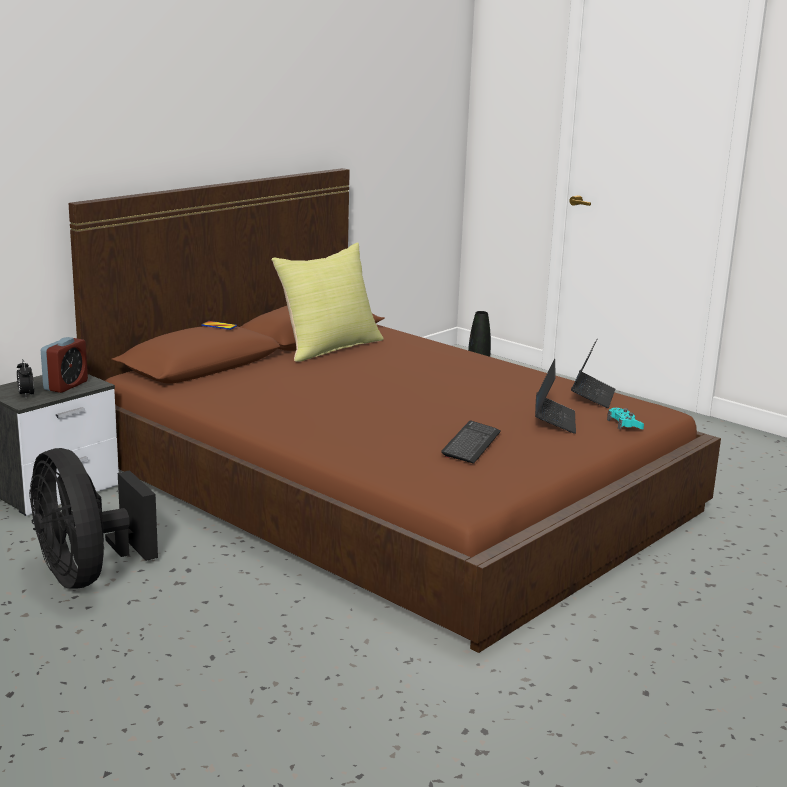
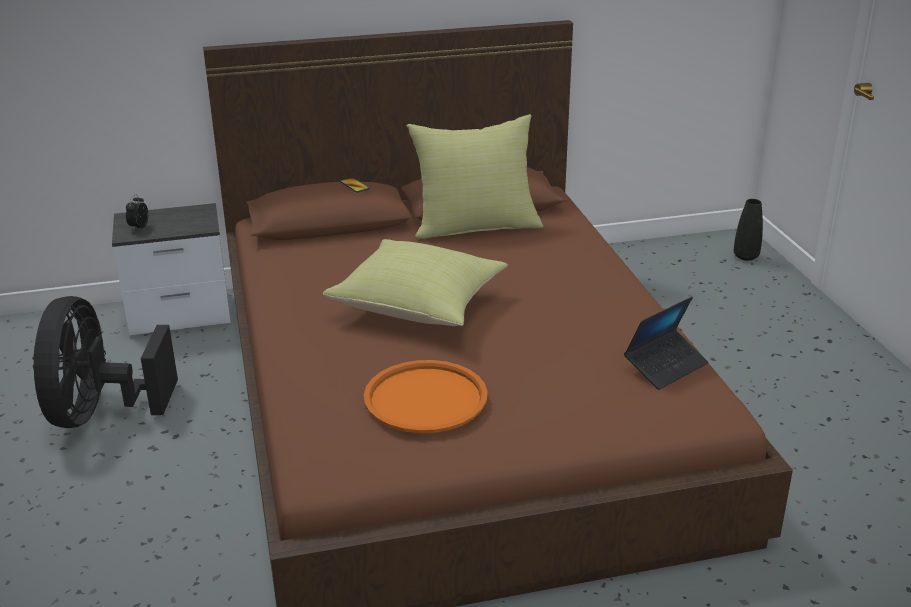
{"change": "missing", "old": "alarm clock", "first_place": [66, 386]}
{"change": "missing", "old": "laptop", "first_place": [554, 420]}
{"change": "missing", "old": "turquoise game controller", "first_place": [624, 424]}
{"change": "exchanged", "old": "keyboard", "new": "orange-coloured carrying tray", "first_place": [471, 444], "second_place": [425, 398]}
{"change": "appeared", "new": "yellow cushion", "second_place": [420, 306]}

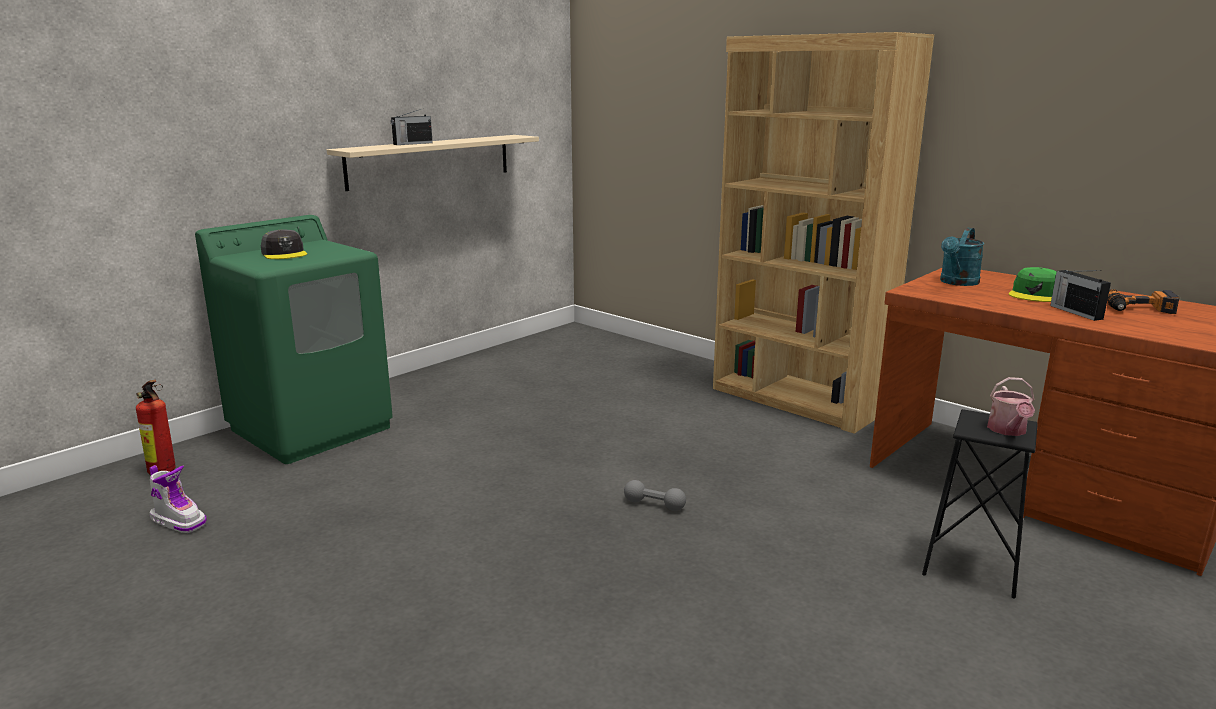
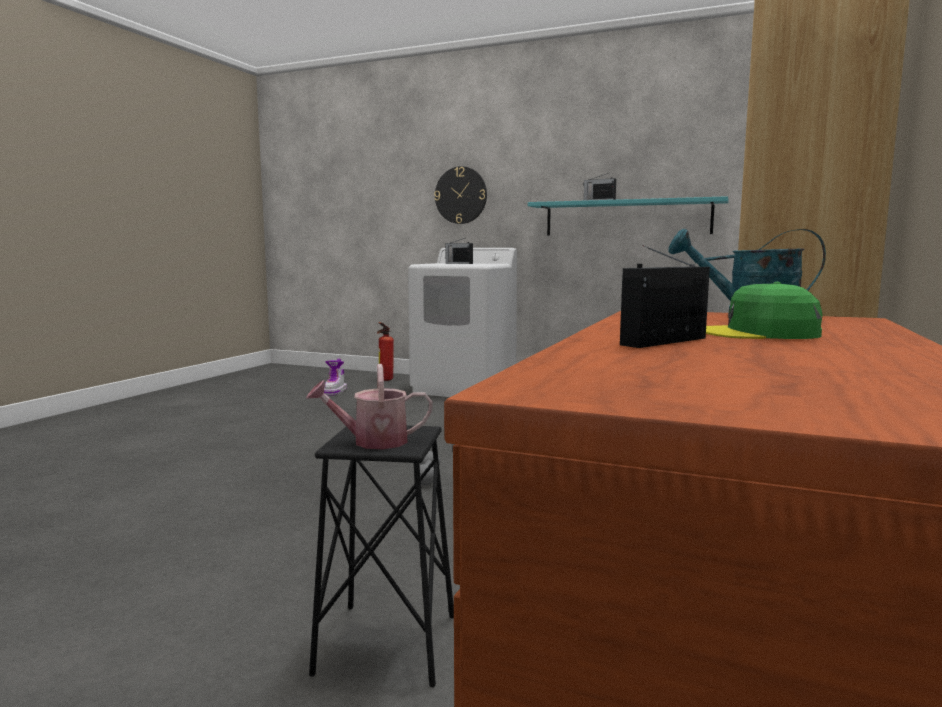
{"change": "colour", "old": "beige-coloured wall shelf", "new": "turquoise wall shelf", "first_place": [430, 161], "second_place": [626, 218]}
{"change": "colour", "old": "green-coloured washing machine", "new": "white washing machine", "first_place": [312, 428], "second_place": [465, 388]}
{"change": "exchanged", "old": "grey baseball cap", "new": "radio set", "first_place": [284, 254], "second_place": [458, 263]}
{"change": "missing", "old": "power drill", "first_place": [1140, 309]}
{"change": "appeared", "new": "wall clock", "second_place": [461, 195]}

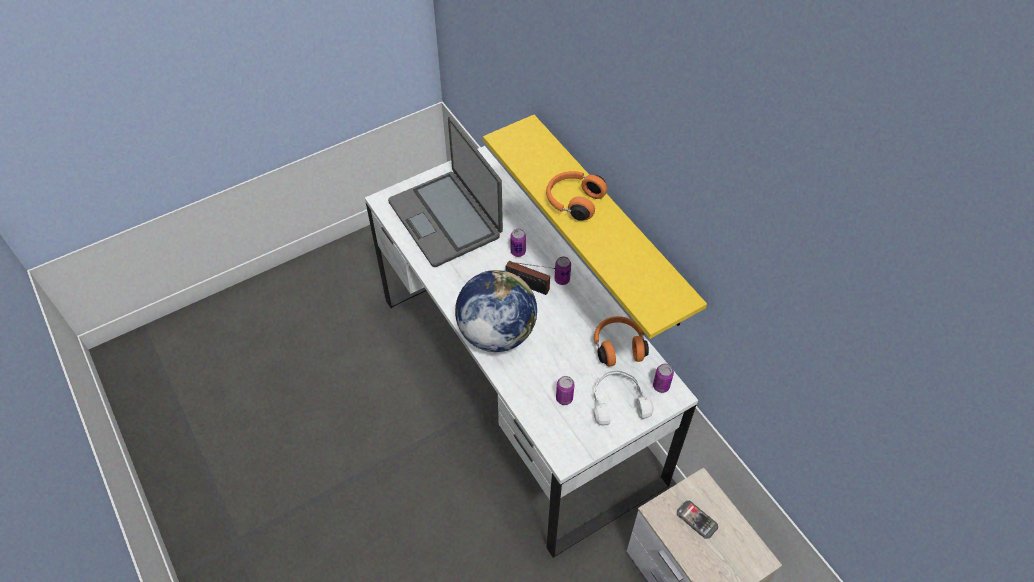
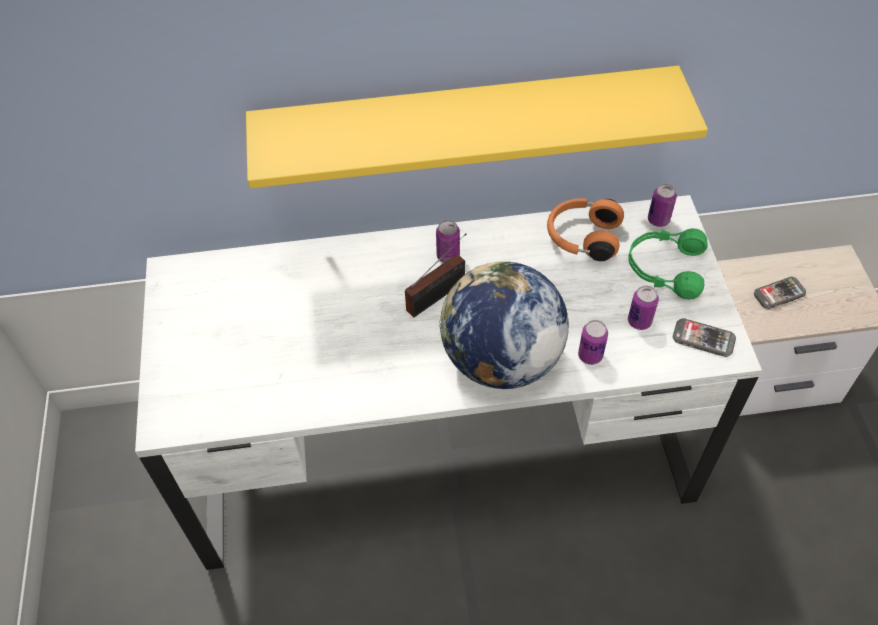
{"change": "missing", "old": "laptop", "first_place": [446, 219]}
{"change": "missing", "old": "orange-coloured headphones", "first_place": [573, 201]}
{"change": "relocated", "old": "metal can", "first_place": [518, 252], "second_place": [590, 355]}
{"change": "colour", "old": "white headphones", "new": "green-coloured headphones", "first_place": [618, 401], "second_place": [664, 268]}
{"change": "appeared", "new": "phone", "second_place": [703, 339]}

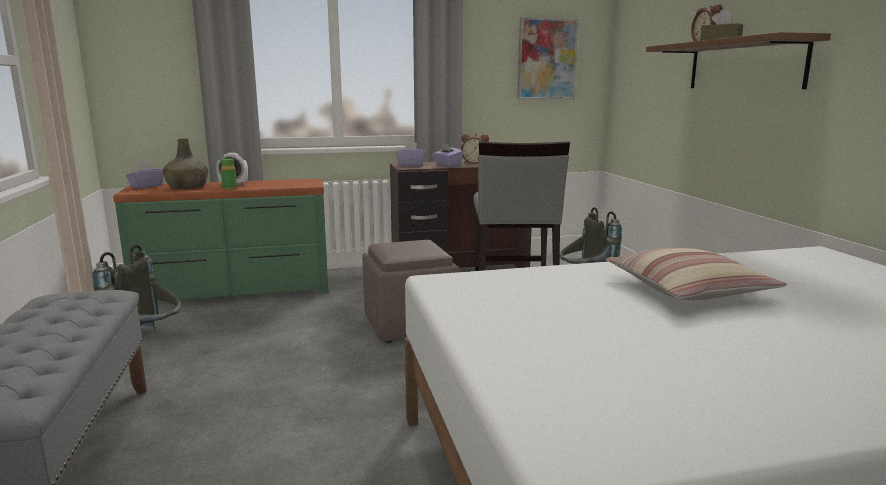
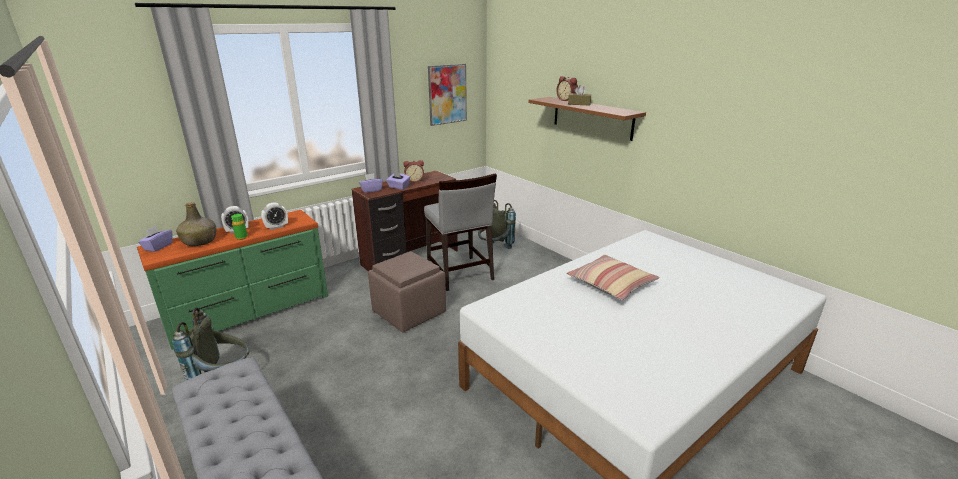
{"change": "appeared", "new": "alarm clock", "second_place": [276, 227]}

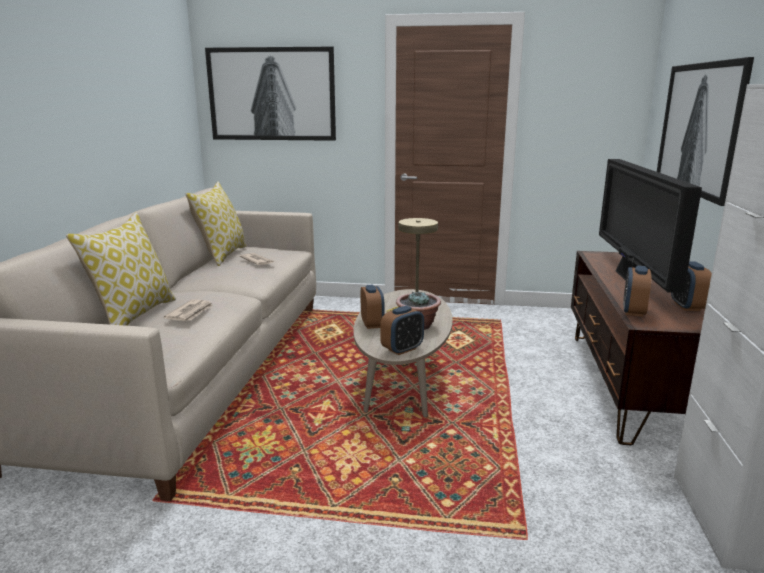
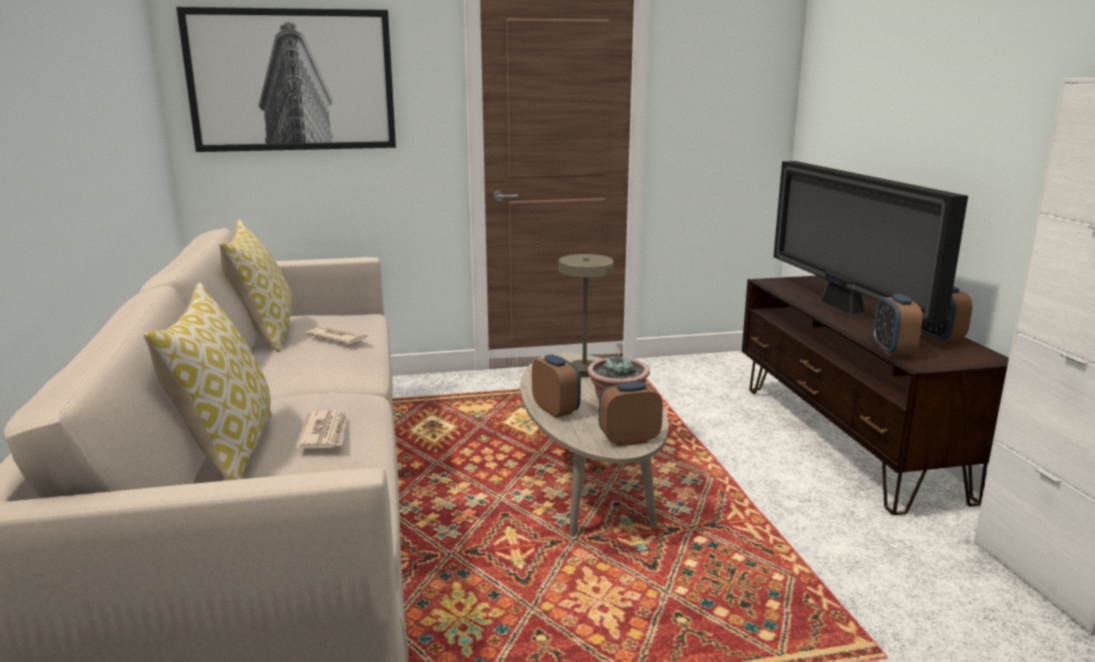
{"change": "missing", "old": "wall picture", "first_place": [700, 128]}
{"change": "spun", "old": "alarm clock", "first_place": [402, 349], "second_place": [629, 440], "degrees": -135}

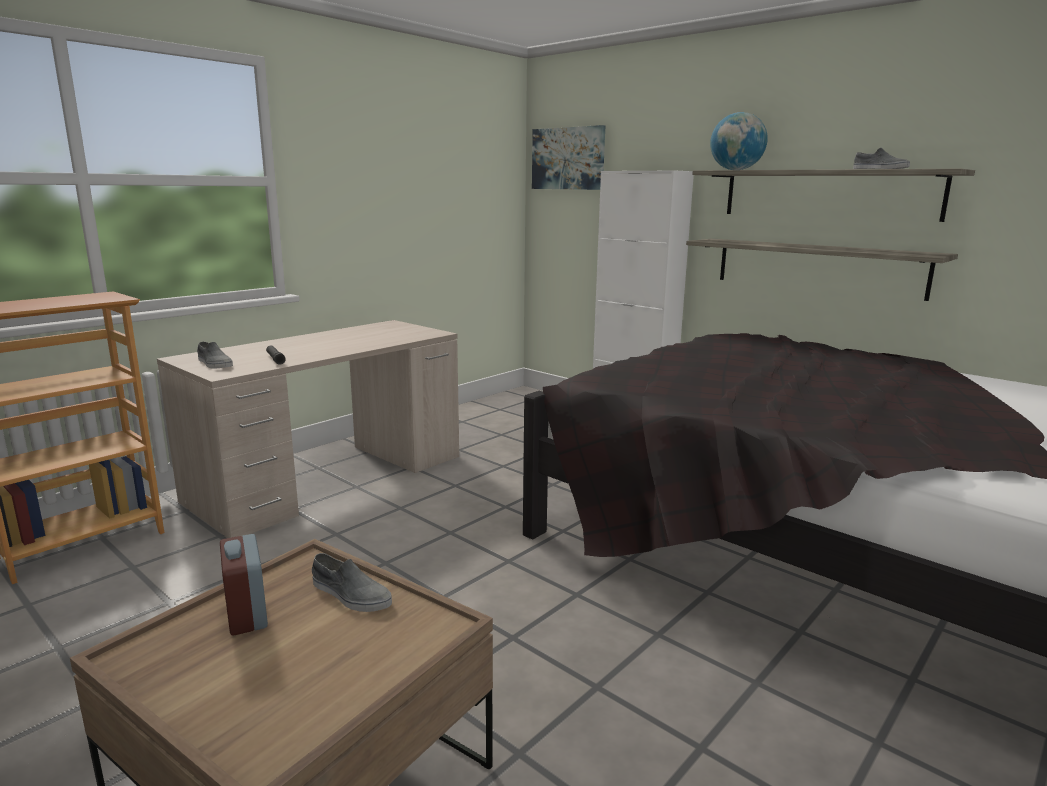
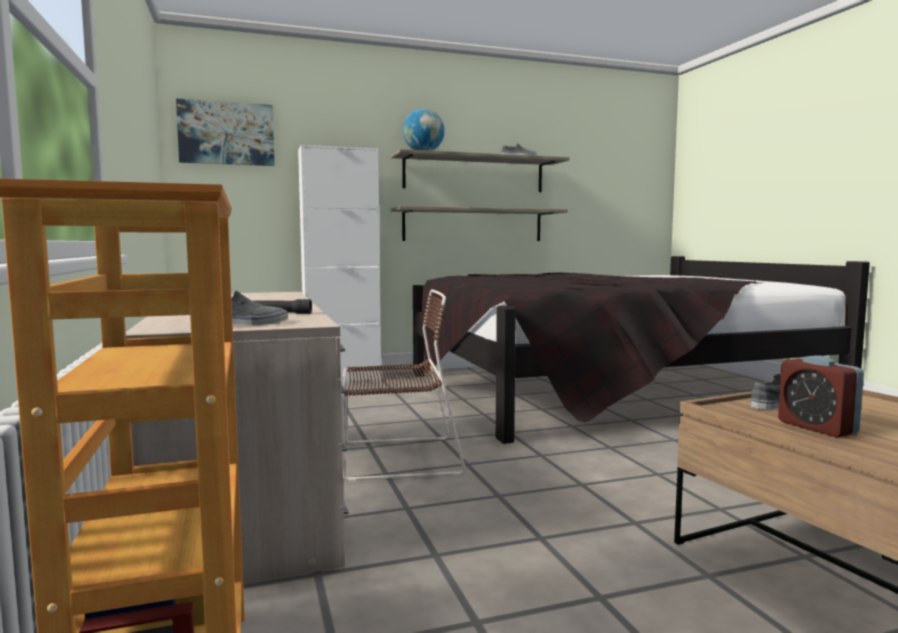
{"change": "spun", "old": "alarm clock", "first_place": [247, 614], "second_place": [816, 428], "degrees": 60}
{"change": "appeared", "new": "brown-coloured chair", "second_place": [395, 458]}

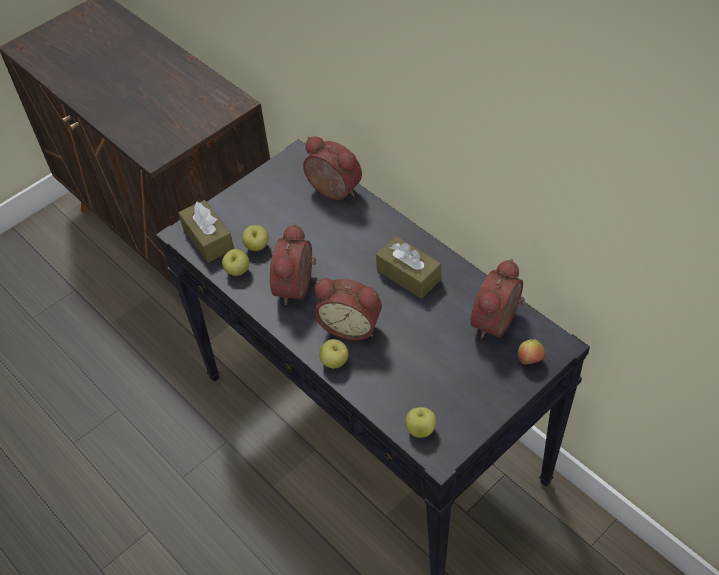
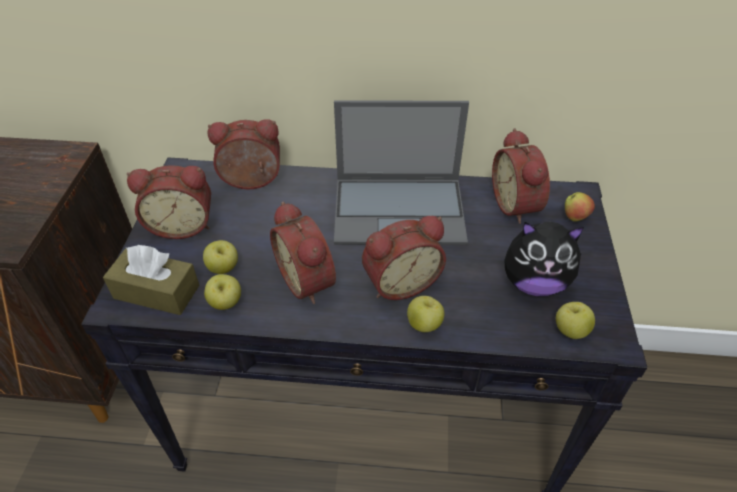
{"change": "exchanged", "old": "brown-coloured box of tissues", "new": "laptop", "first_place": [408, 275], "second_place": [401, 210]}
{"change": "appeared", "new": "alarm clock", "second_place": [182, 224]}
{"change": "appeared", "new": "cuddly toy", "second_place": [534, 283]}

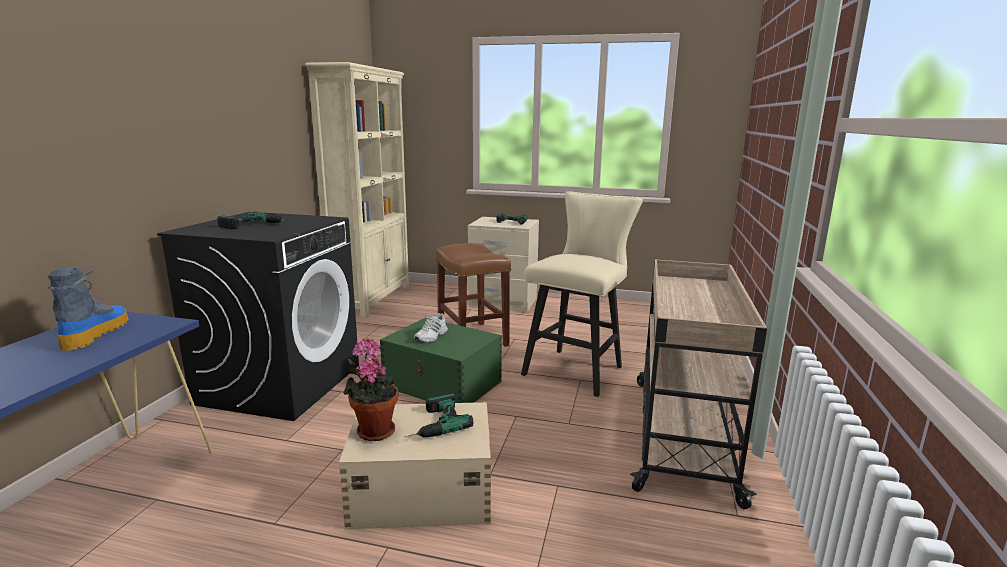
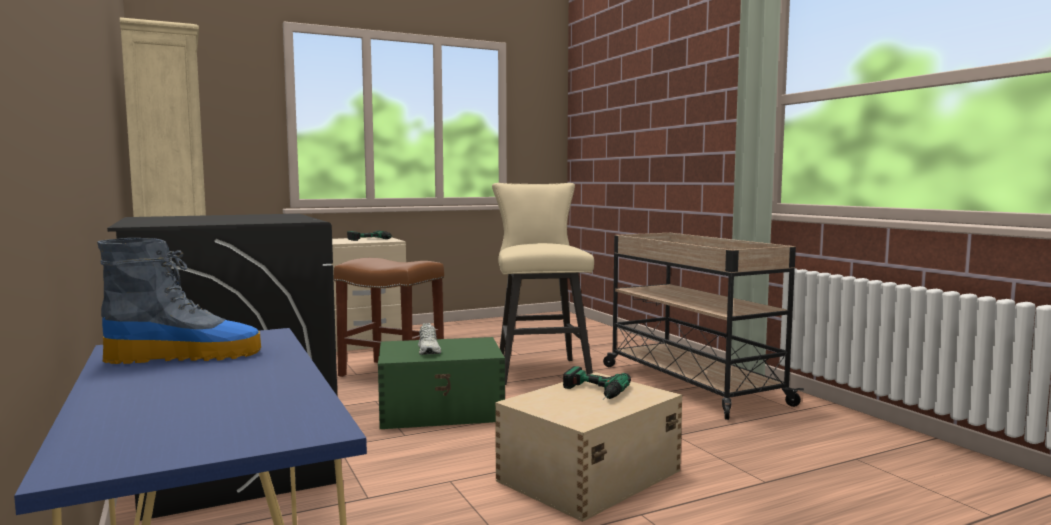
{"change": "missing", "old": "power drill", "first_place": [256, 225]}
{"change": "spun", "old": "tall boot", "first_place": [95, 333], "second_place": [186, 356], "degrees": 120}
{"change": "missing", "old": "plant in a pot", "first_place": [373, 430]}

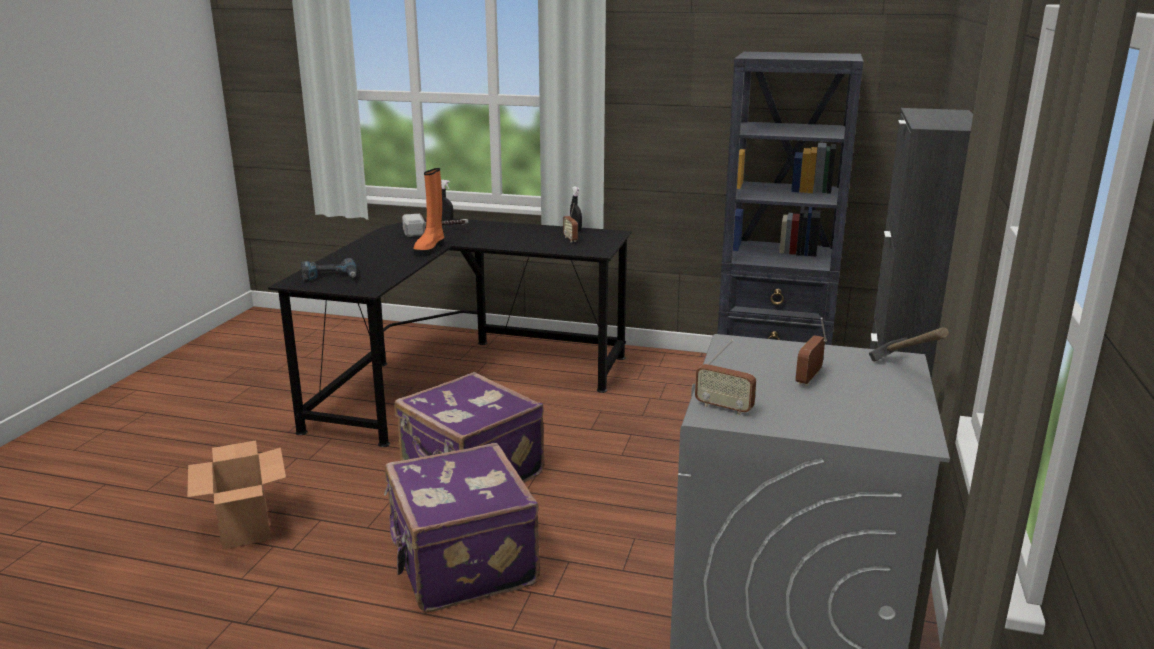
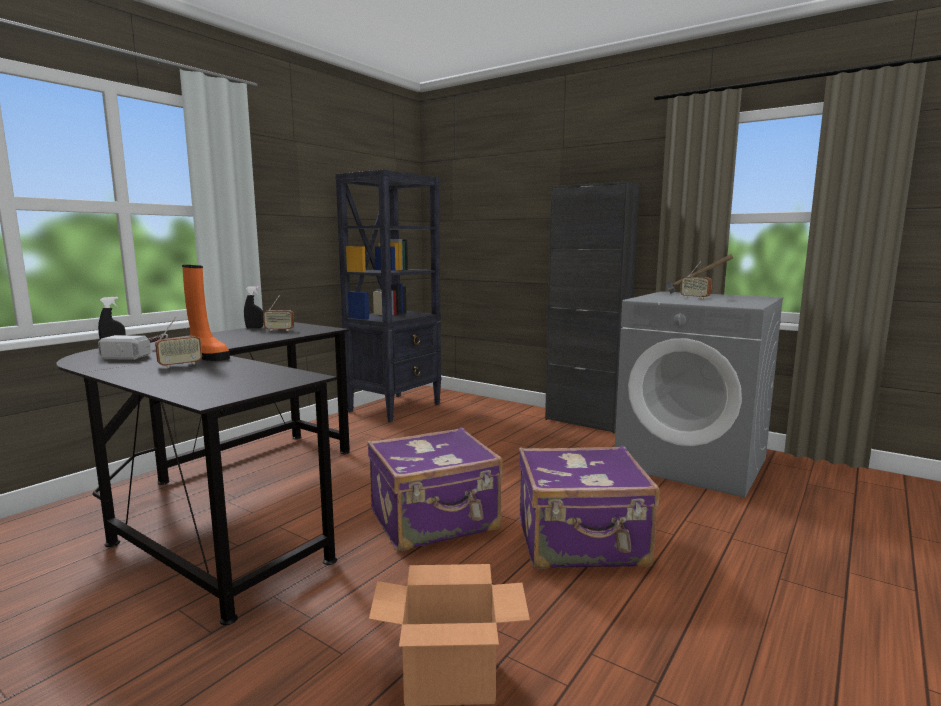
{"change": "missing", "old": "power drill", "first_place": [330, 276]}
{"change": "relocated", "old": "radio set", "first_place": [724, 408], "second_place": [180, 365]}

